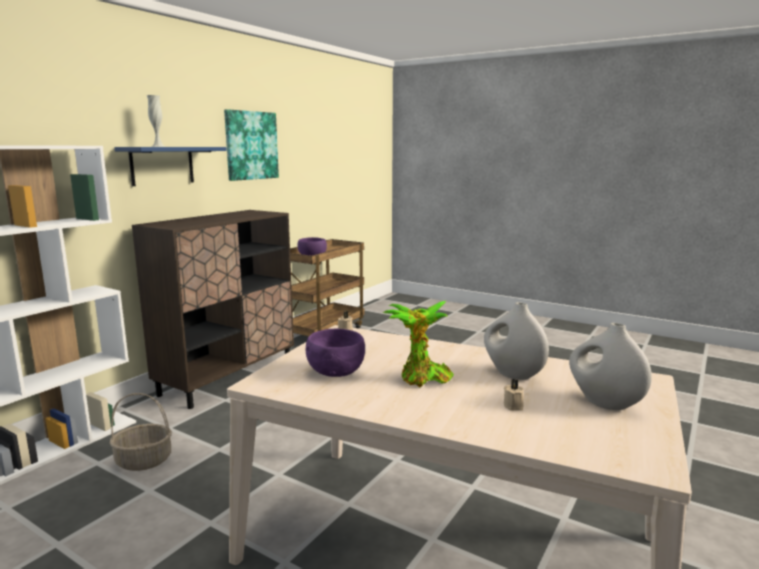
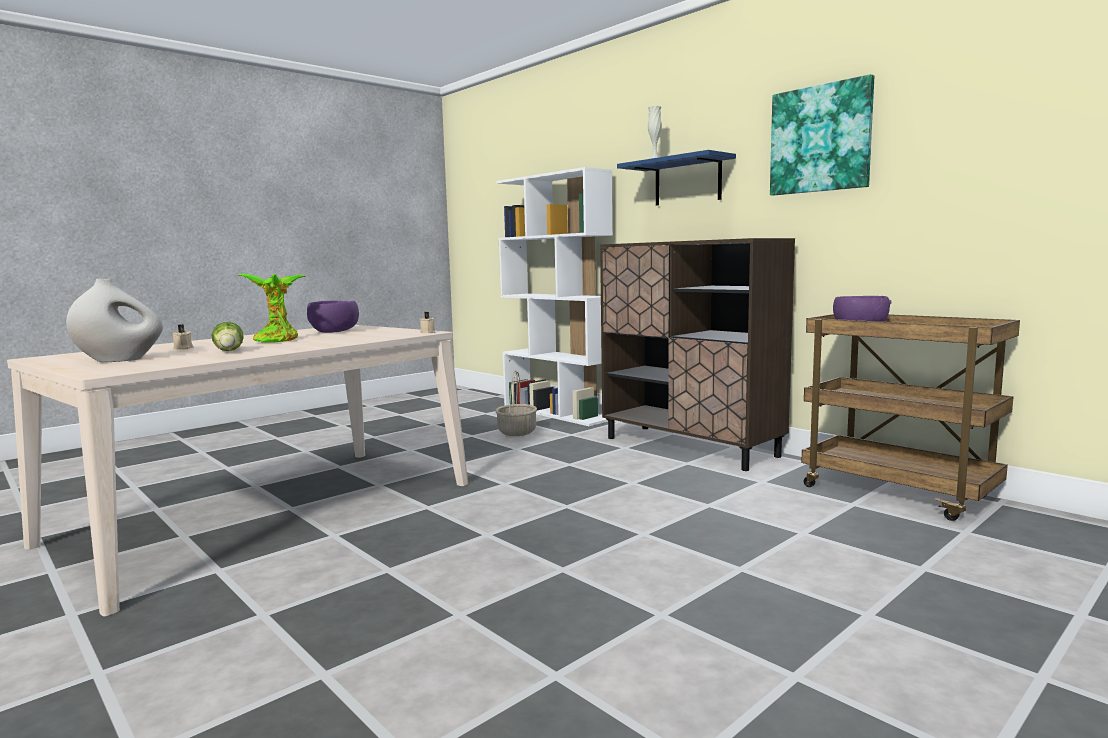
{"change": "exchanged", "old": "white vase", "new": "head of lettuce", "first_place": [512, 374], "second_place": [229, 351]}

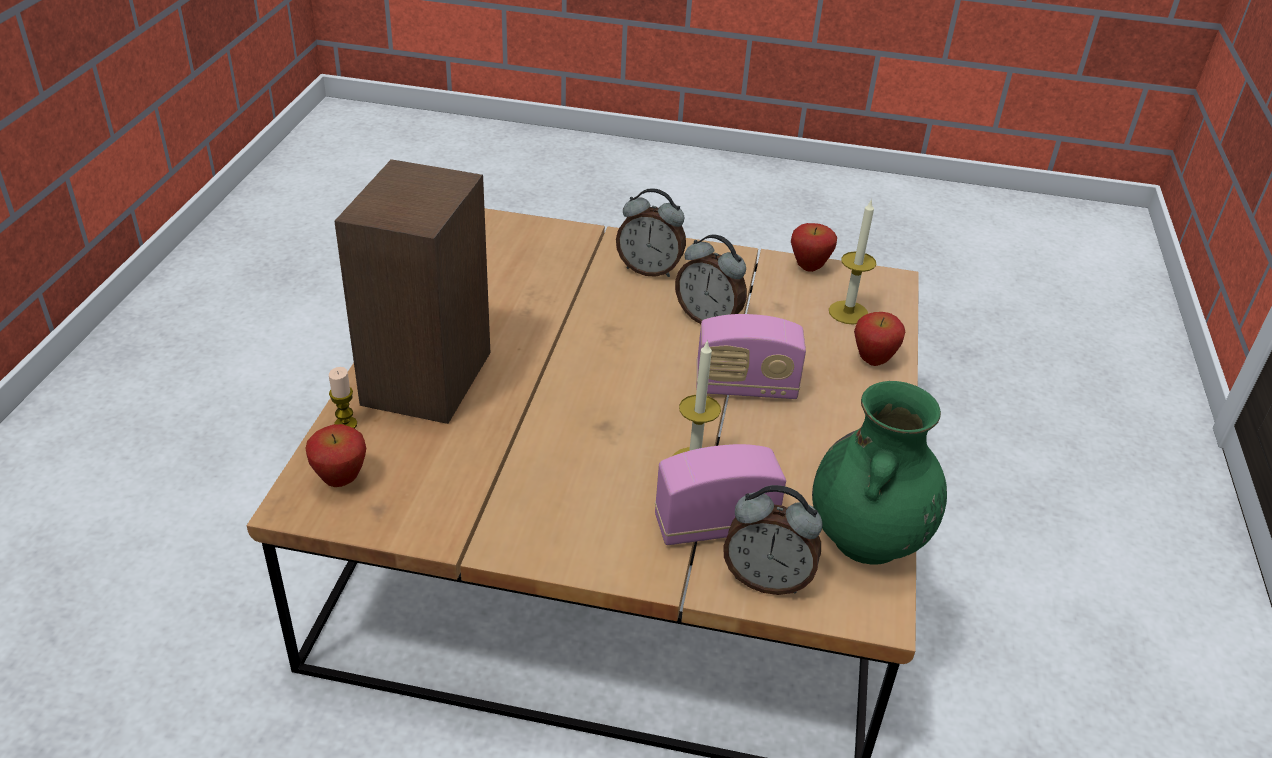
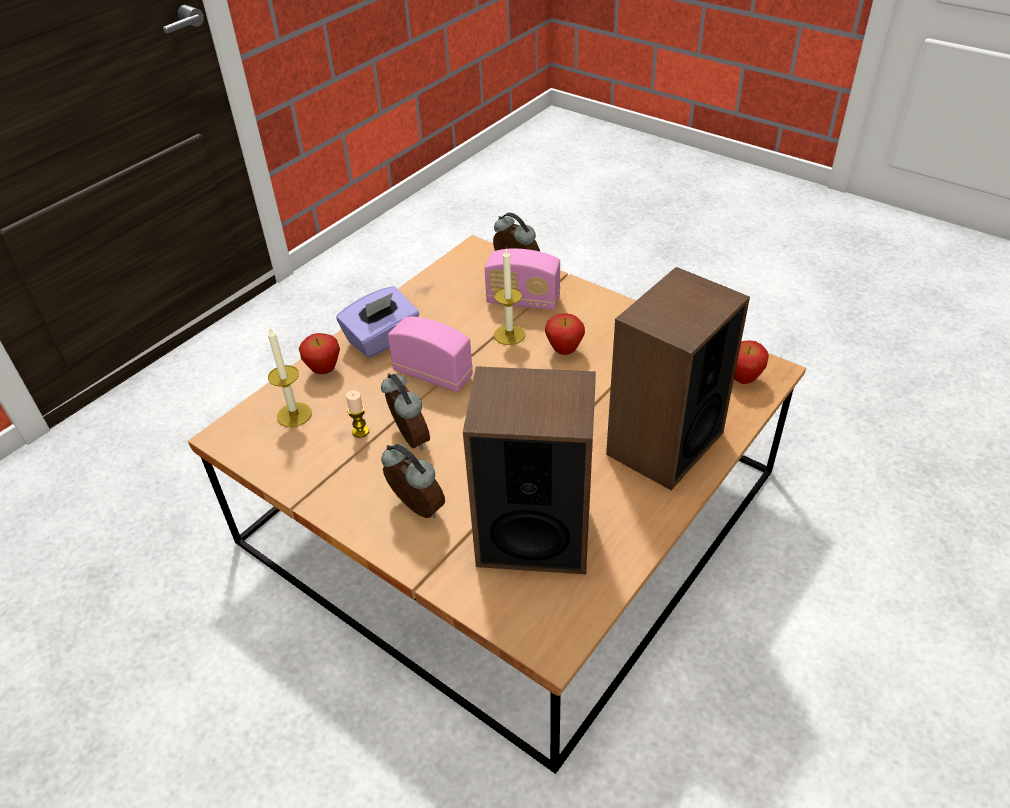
{"change": "relocated", "old": "apple fruit", "first_place": [809, 267], "second_place": [564, 351]}
{"change": "relocated", "old": "wax candle", "first_place": [345, 424], "second_place": [360, 431]}
{"change": "missing", "old": "green-coloured vase", "first_place": [867, 541]}
{"change": "appeared", "new": "purplish box of tissues", "second_place": [382, 339]}
{"change": "appeared", "new": "audio speaker", "second_place": [533, 535]}

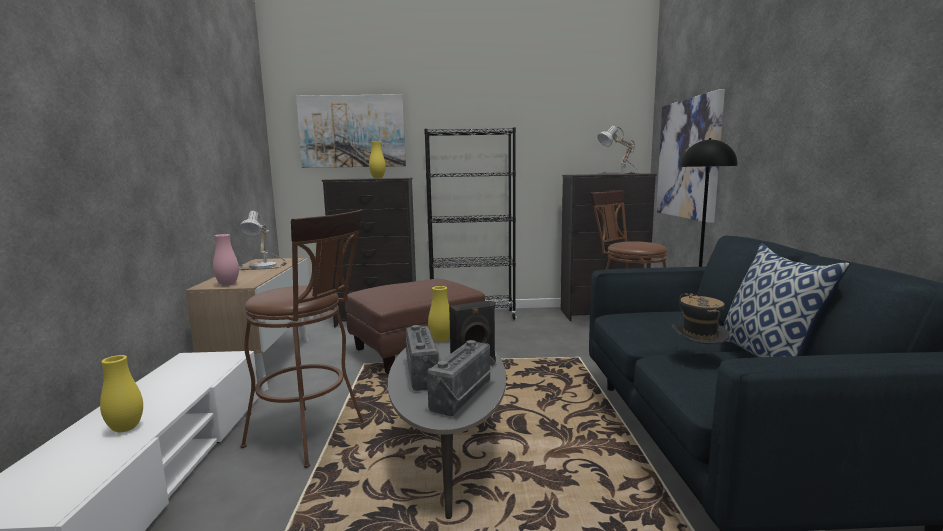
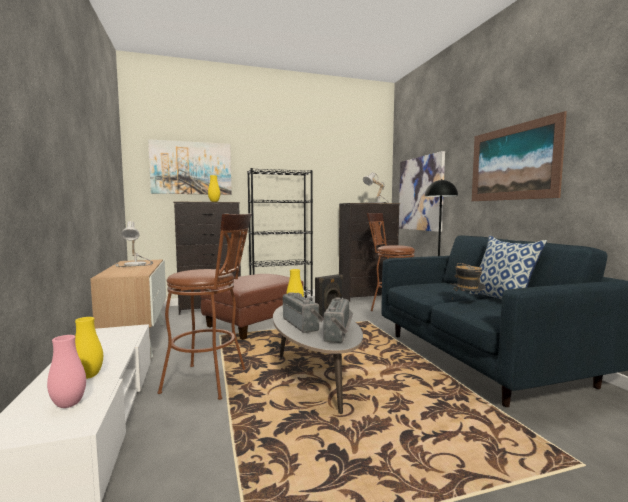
{"change": "relocated", "old": "pink-coloured vase", "first_place": [228, 284], "second_place": [69, 404]}
{"change": "appeared", "new": "wall picture", "second_place": [512, 163]}

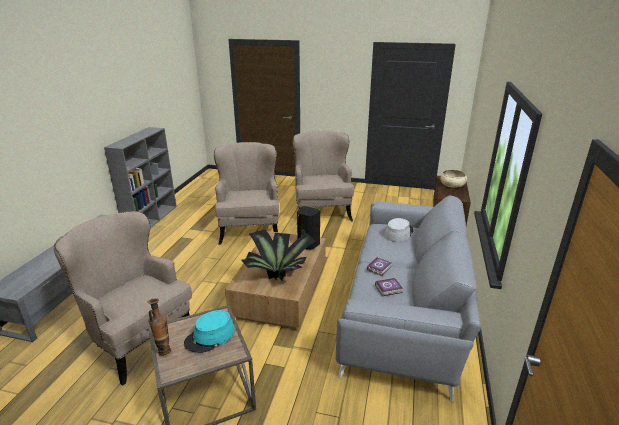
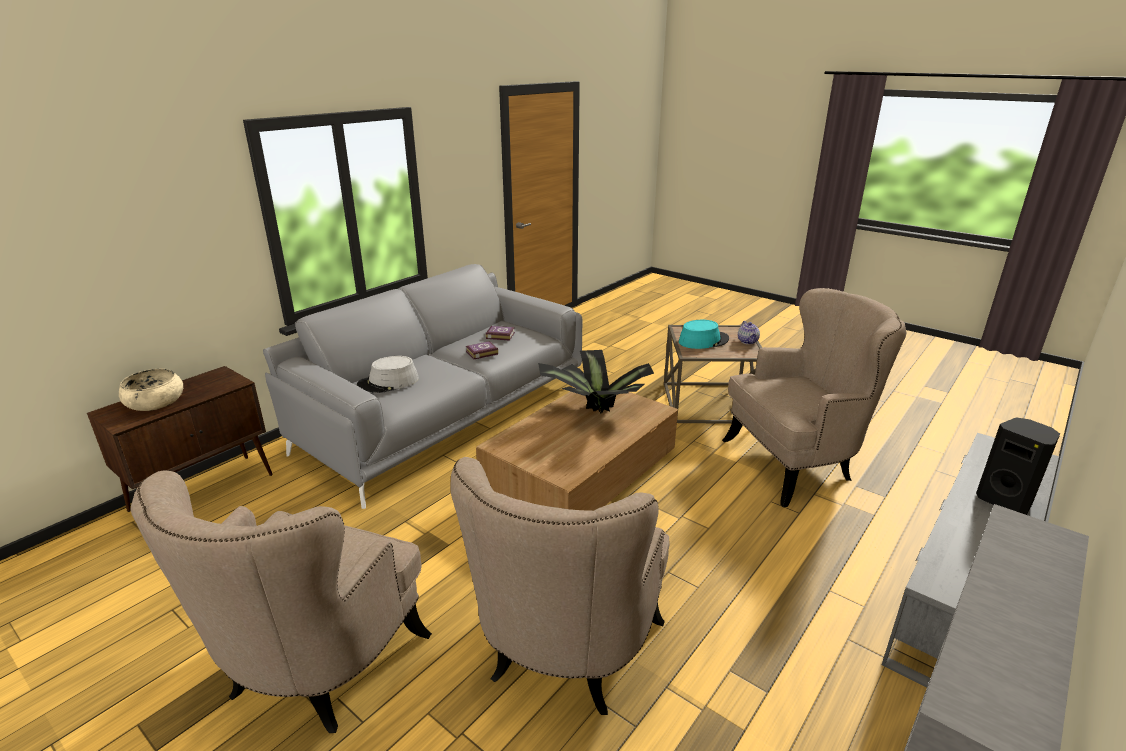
{"change": "relocated", "old": "black-coloured audio speaker", "first_place": [307, 245], "second_place": [1005, 501]}
{"change": "spun", "old": "beige-coloured armchair", "first_place": [139, 339], "second_place": [796, 463], "degrees": -75}
{"change": "exchanged", "old": "vase", "new": "pot for tea", "first_place": [163, 349], "second_place": [748, 341]}

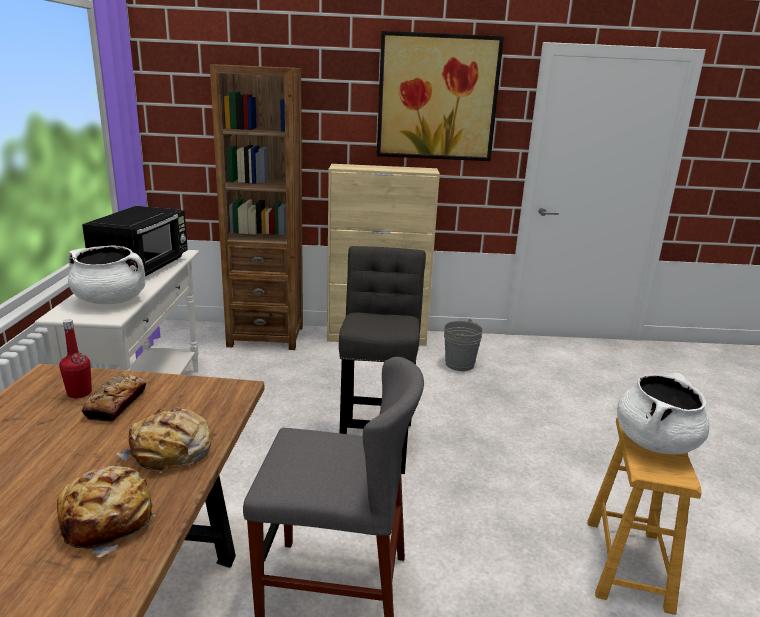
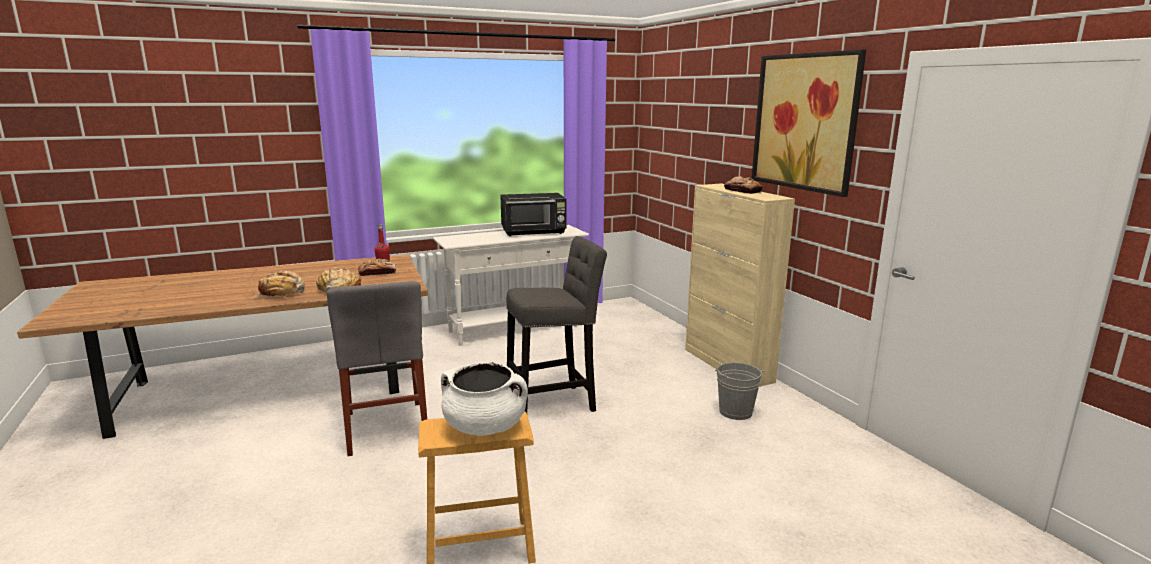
{"change": "missing", "old": "brown-coloured bookcase", "first_place": [266, 336]}
{"change": "missing", "old": "white saucepot", "first_place": [111, 300]}
{"change": "appeared", "new": "bread", "second_place": [742, 191]}

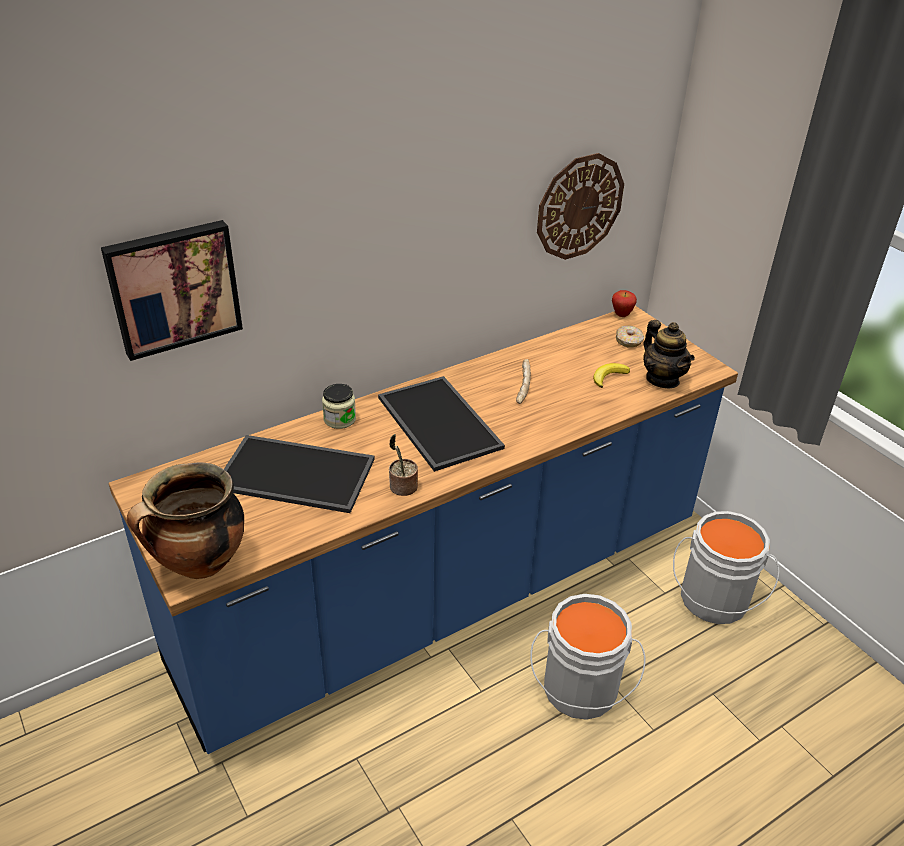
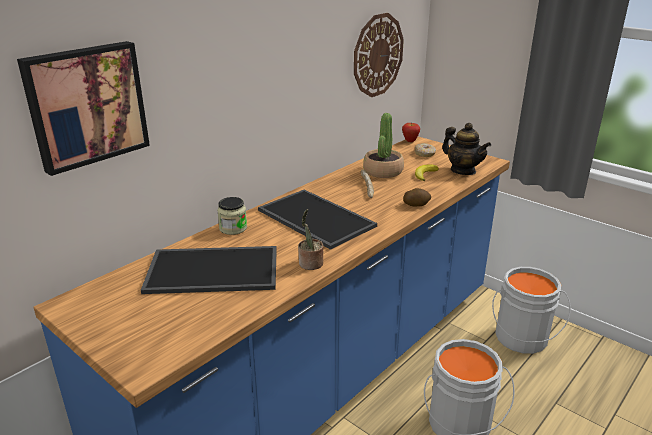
{"change": "missing", "old": "saucepot", "first_place": [200, 565]}
{"change": "appeared", "new": "plant in a pot", "second_place": [383, 171]}
{"change": "appeared", "new": "potato", "second_place": [416, 204]}

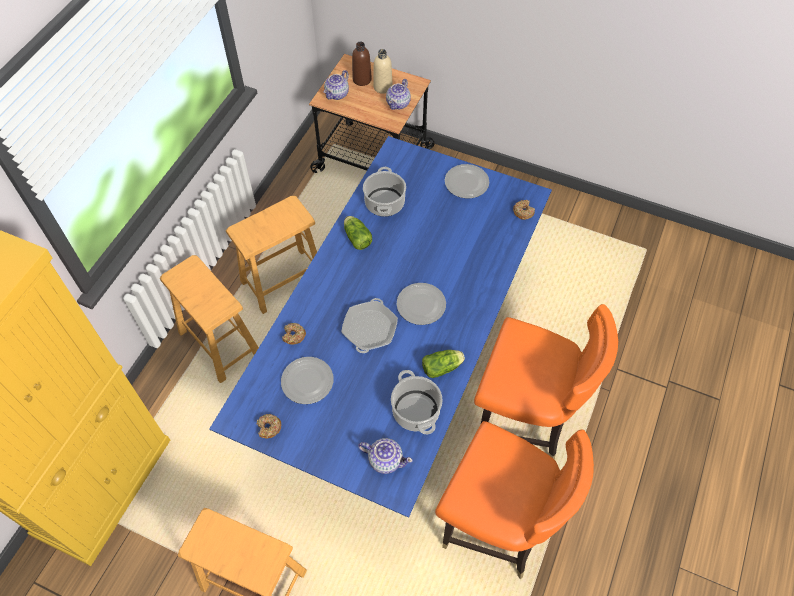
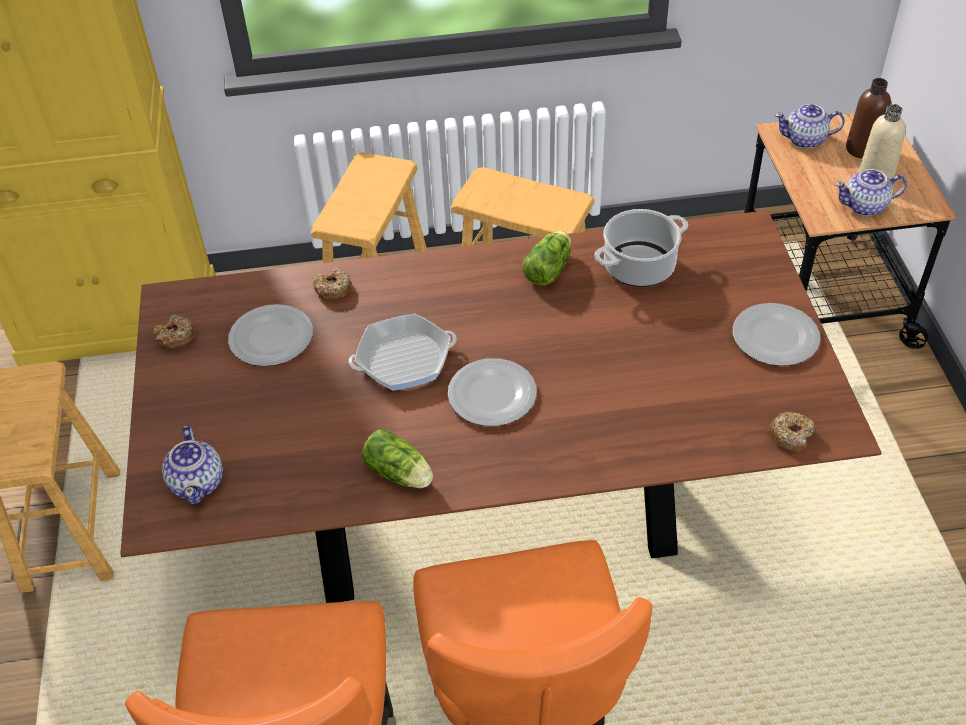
{"change": "colour", "old": "bluish dining table", "new": "brown-coloured dining table", "first_place": [396, 367], "second_place": [490, 515]}
{"change": "missing", "old": "saucepot", "first_place": [415, 411]}

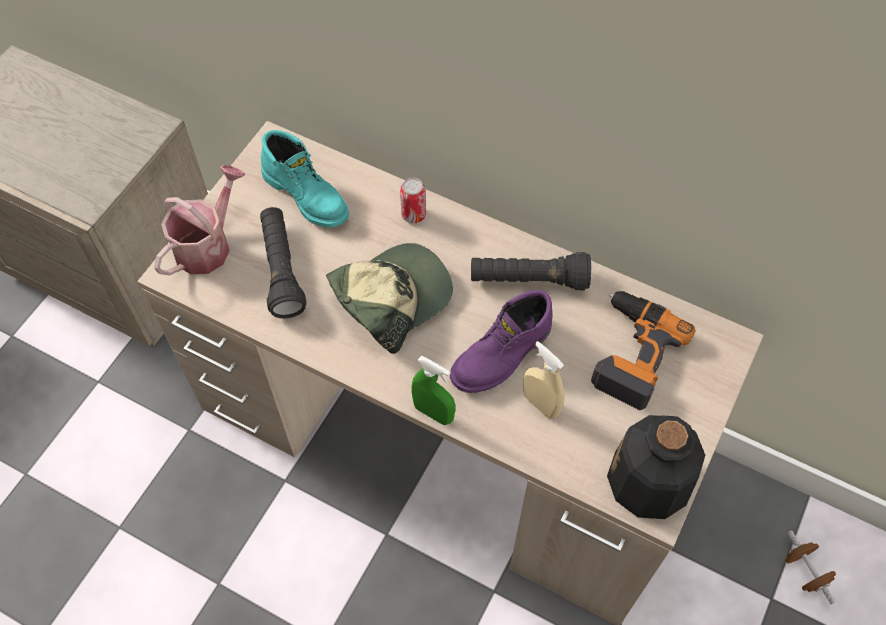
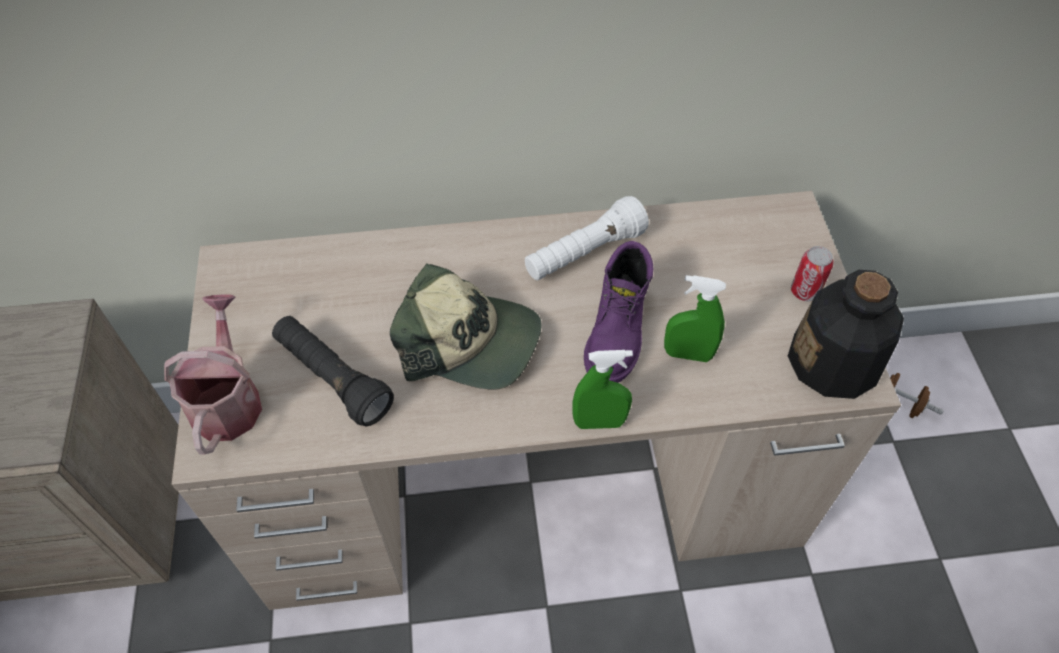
{"change": "missing", "old": "turquoise tall boot", "first_place": [307, 195]}
{"change": "relocated", "old": "metal can", "first_place": [413, 214], "second_place": [804, 291]}
{"change": "spun", "old": "baseball cap", "first_place": [391, 298], "second_place": [469, 341], "degrees": 90}
{"change": "colour", "old": "black-coloured flashlight", "new": "white flashlight", "first_place": [528, 280], "second_place": [584, 254]}
{"change": "missing", "old": "power drill", "first_place": [630, 352]}
{"change": "colour", "old": "beige-coloured spray bottle", "new": "green-coloured spray bottle", "first_place": [540, 404], "second_place": [688, 354]}

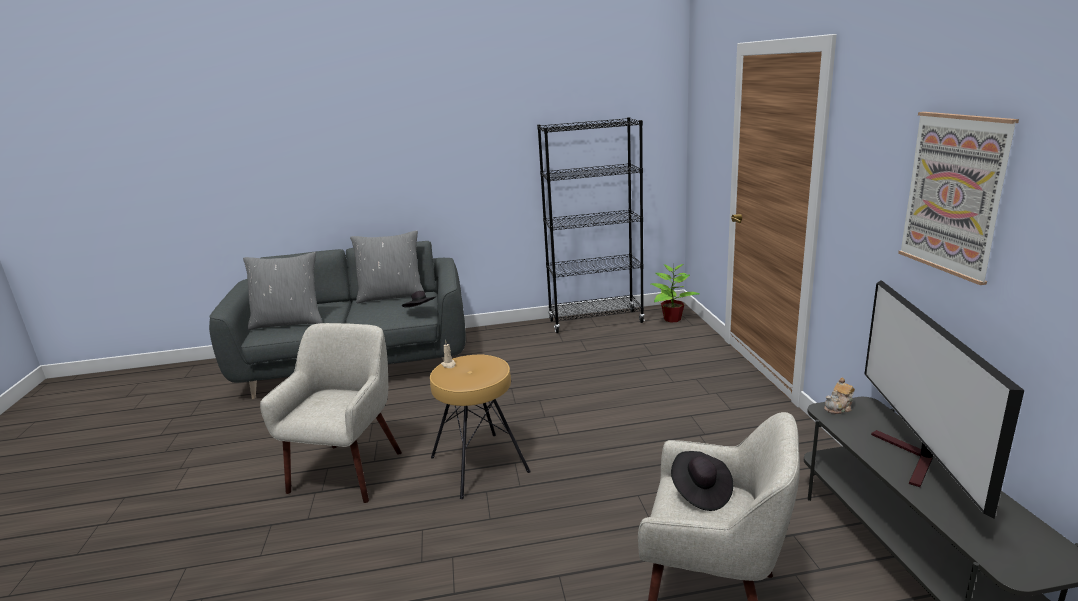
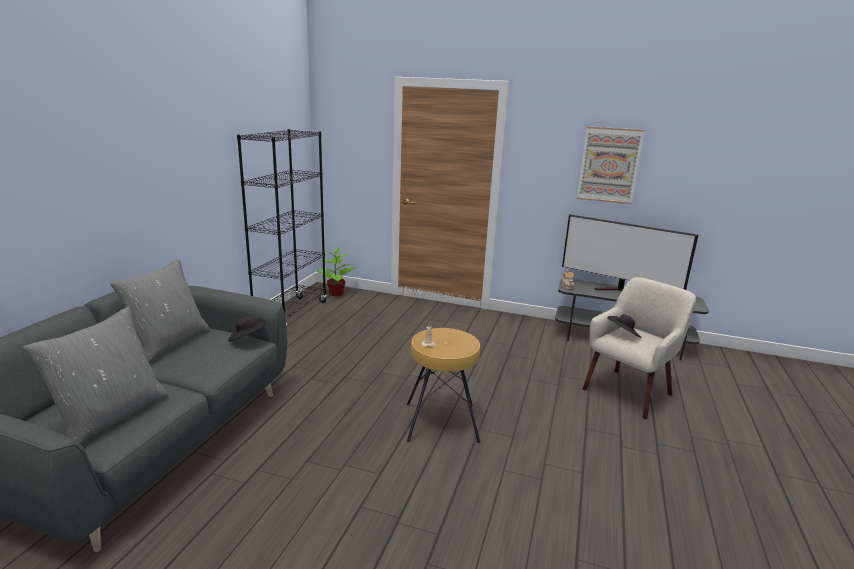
{"change": "missing", "old": "beige-coloured armchair", "first_place": [348, 471]}

